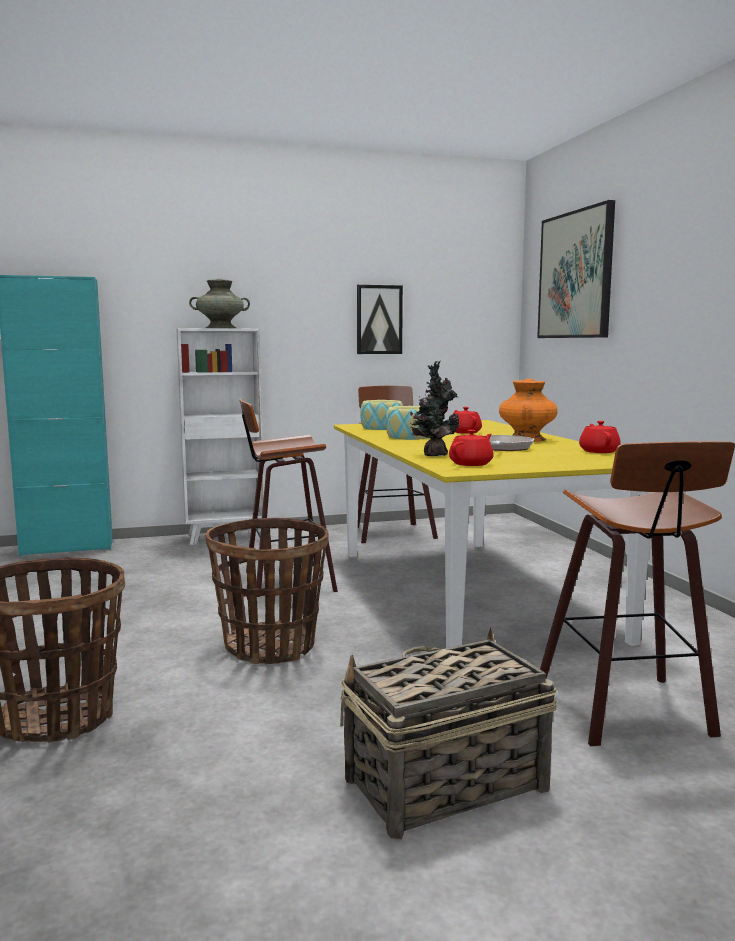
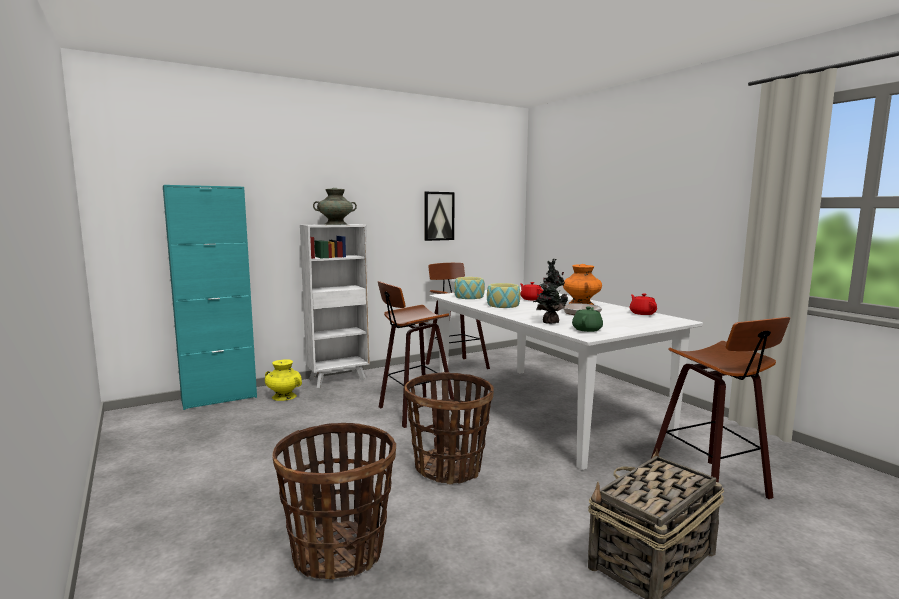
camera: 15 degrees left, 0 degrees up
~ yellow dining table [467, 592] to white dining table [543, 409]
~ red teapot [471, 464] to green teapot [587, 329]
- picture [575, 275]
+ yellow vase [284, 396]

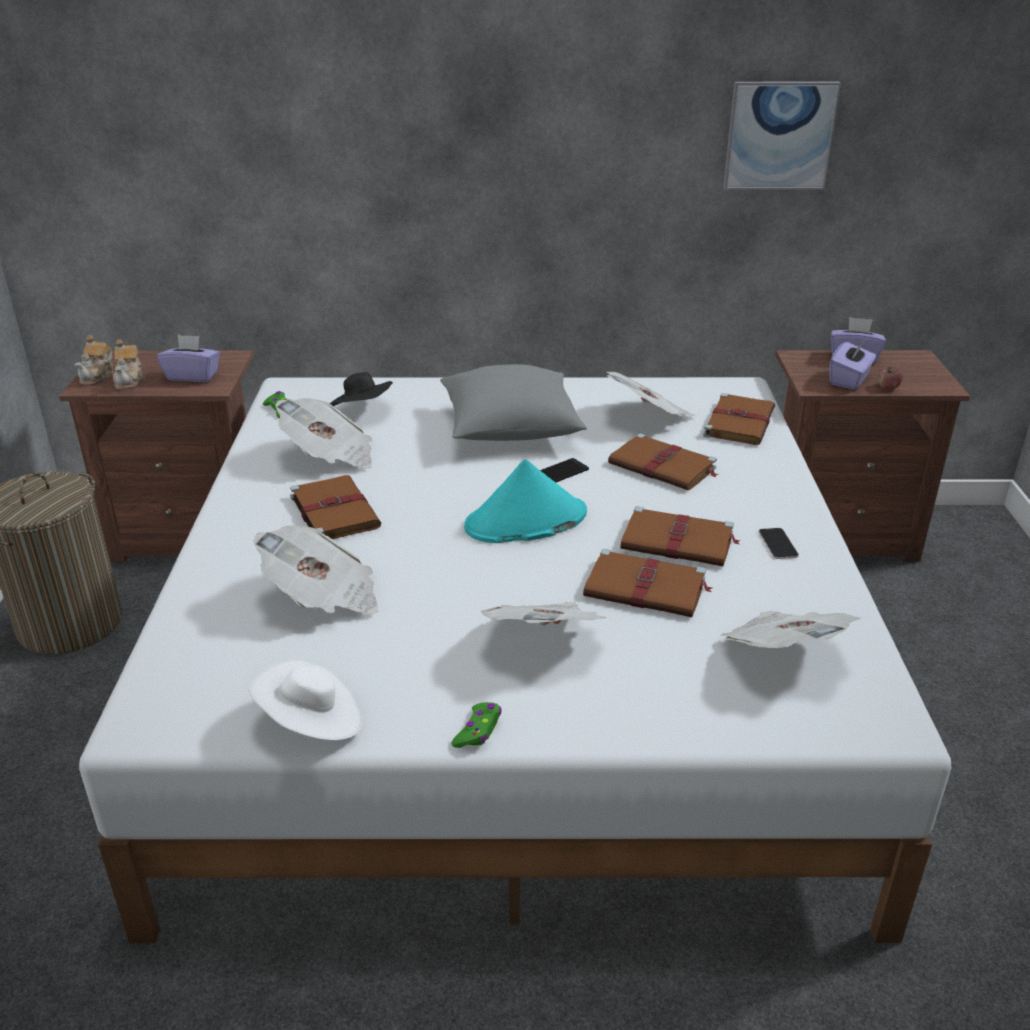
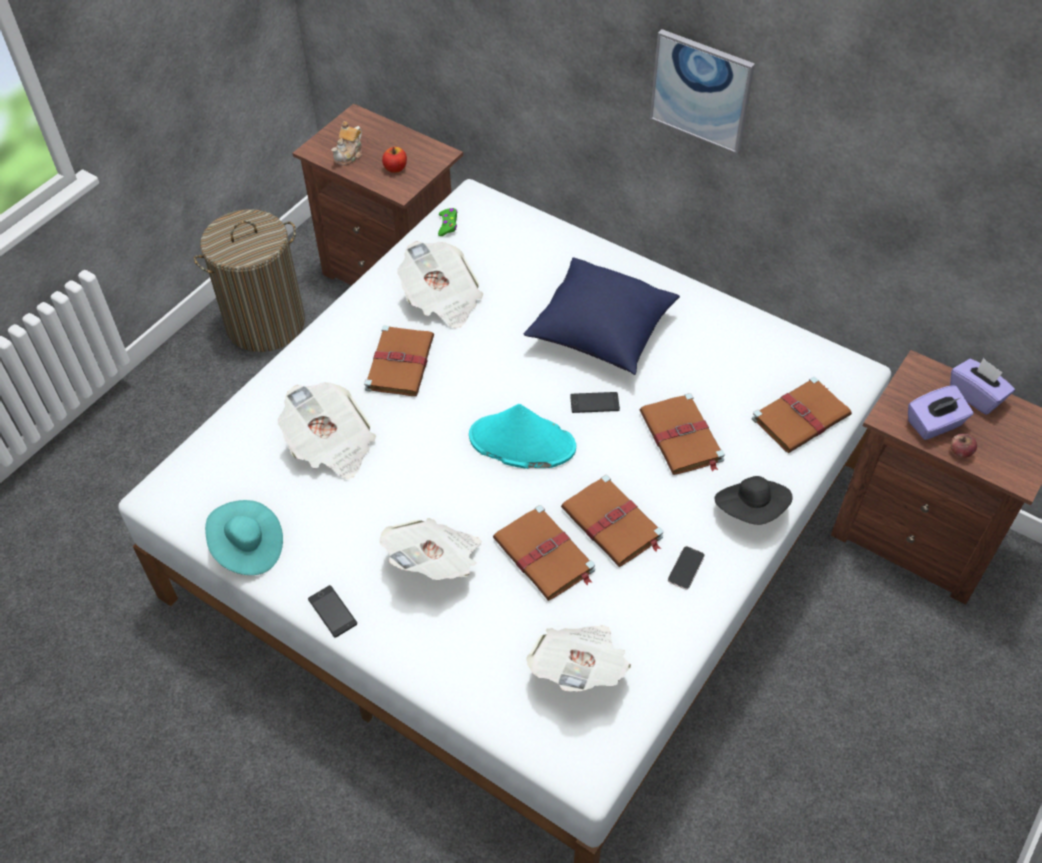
camera: 35 degrees right, 20 degrees up
- teapot [98, 377]
~ purple tissue box [193, 376] to apple [395, 168]
~ white hat [311, 723] to turquoise hat [248, 548]
~ black hat [362, 411] to [751, 510]
~ grey pillow [510, 429] to blue pillow [600, 332]
~ green game controller [478, 730] to phone [332, 611]
- newspaper [649, 417]
~ picture [779, 136] to [701, 90]

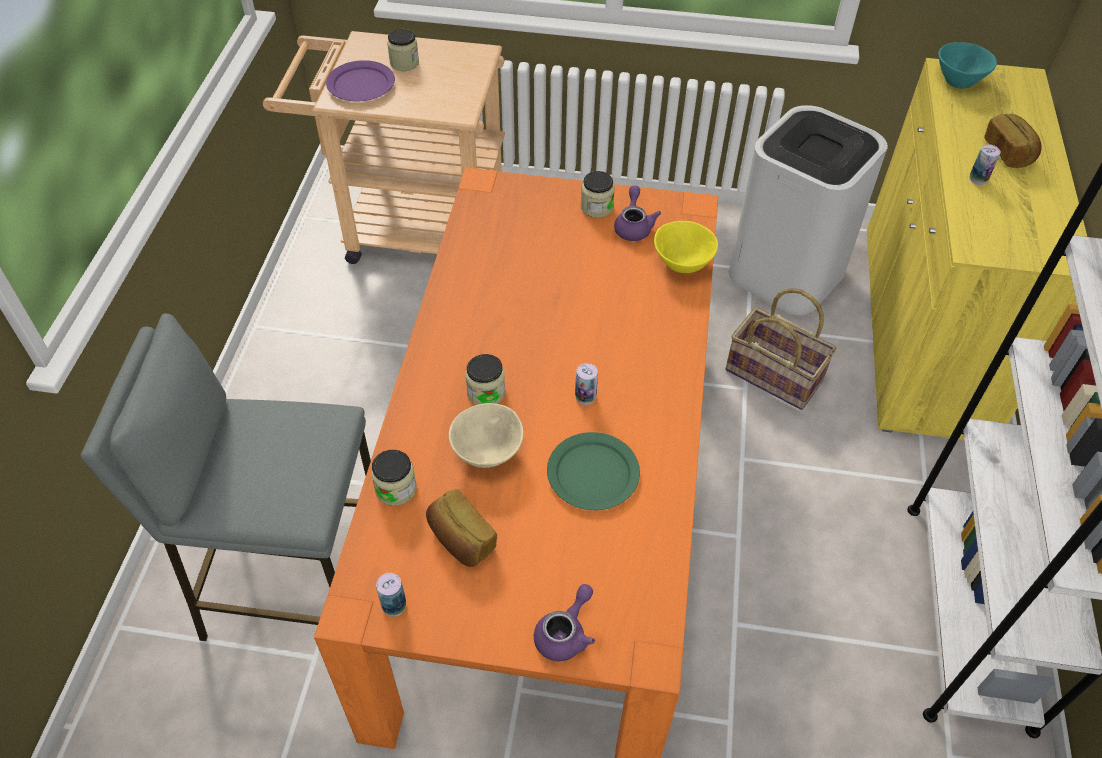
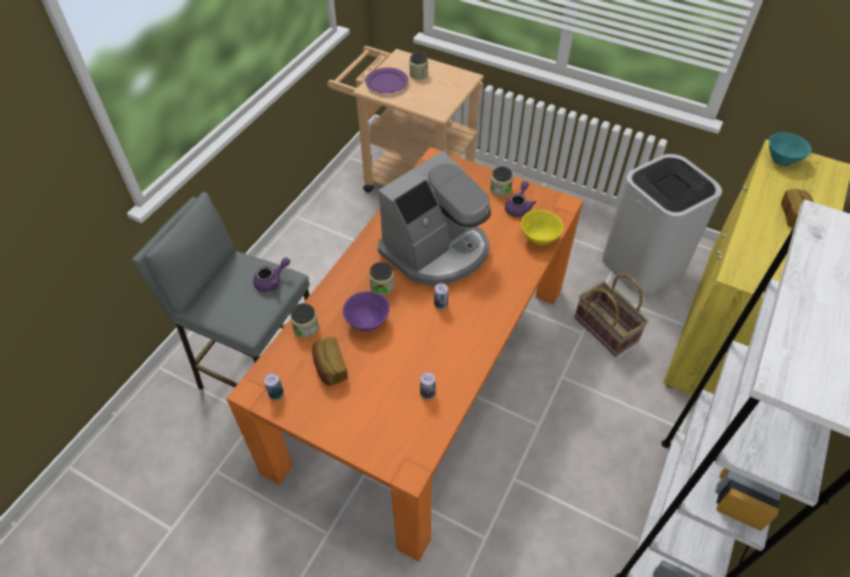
camera: 20 degrees right, 0 degrees up
~ beige bowl [485, 452] to purple bowl [366, 321]
~ purple teapot [565, 633] to [272, 281]
- green plate [593, 474]
~ can [978, 179] to [427, 393]
+ coffee machine [437, 250]

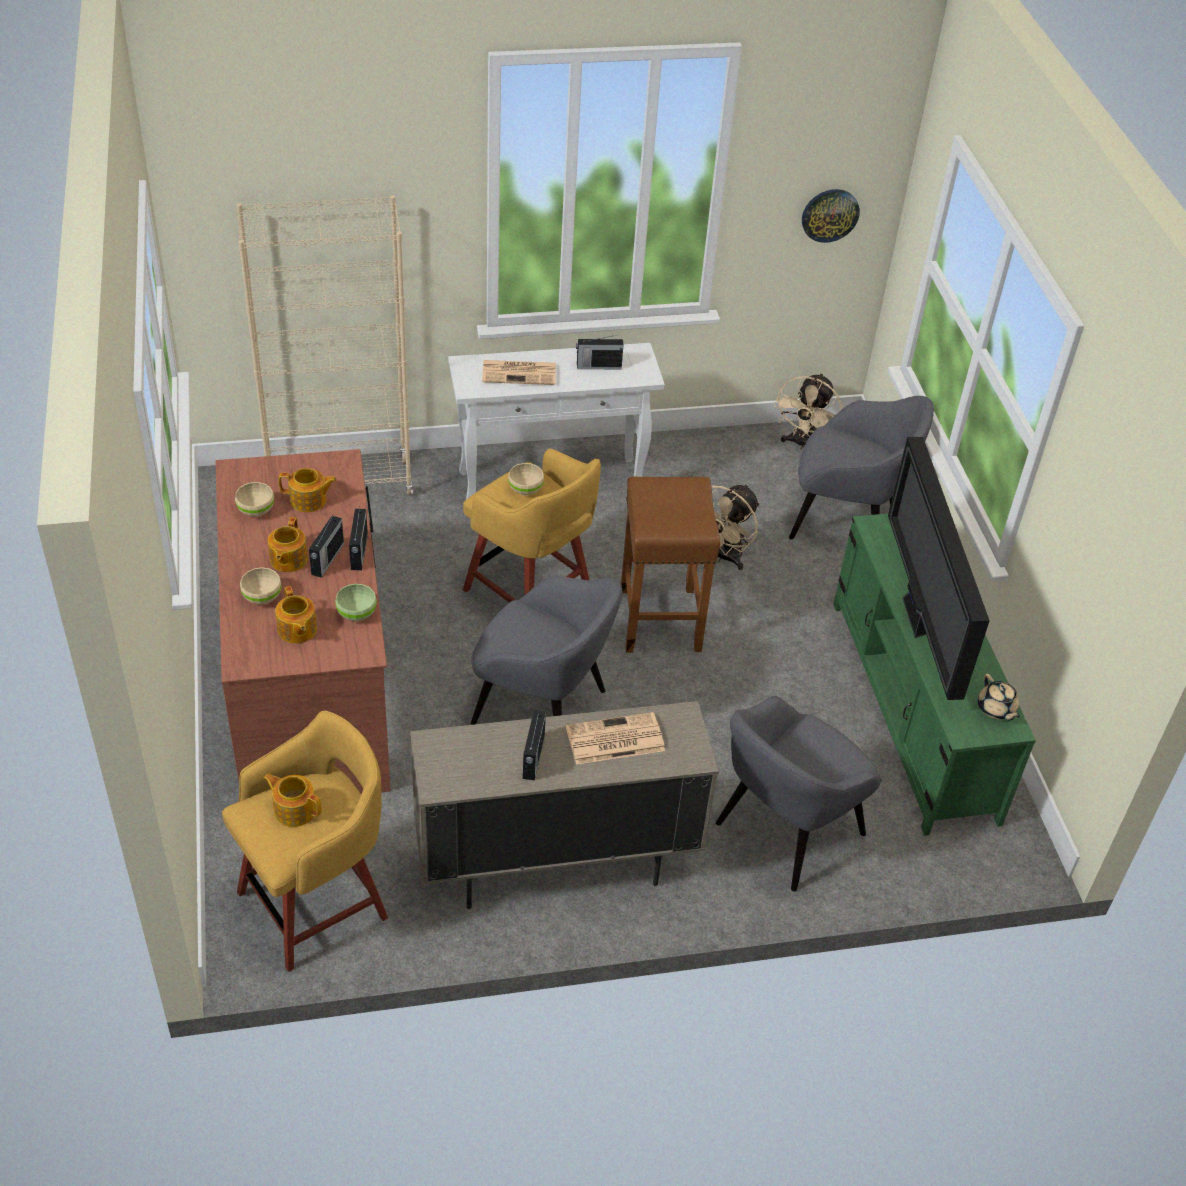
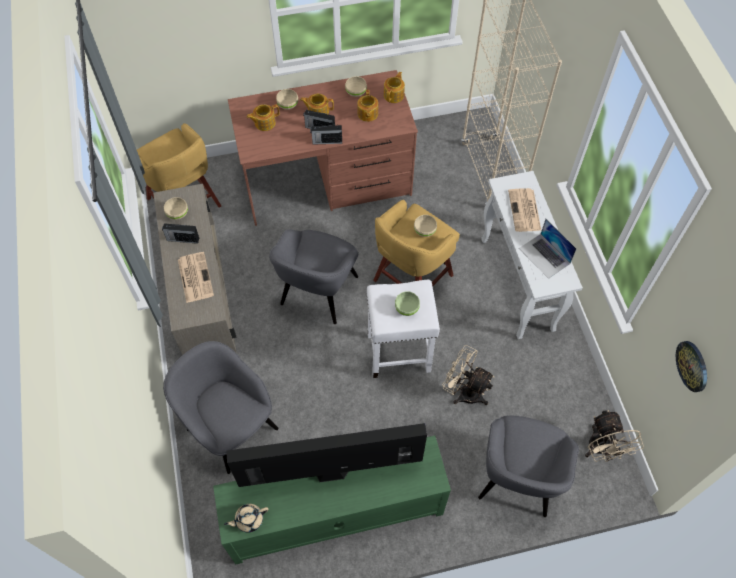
camera: 90 degrees right, 15 degrees up
~ teapot [294, 809] to [394, 95]
~ green bowl [356, 614] to [406, 308]
~ radio [598, 366] to laptop [544, 256]
~ brown stool [659, 618] to white stool [400, 353]
~ beige fan [803, 444] = [601, 450] 120 degrees counterclockwise
+ beige bowl [177, 214]

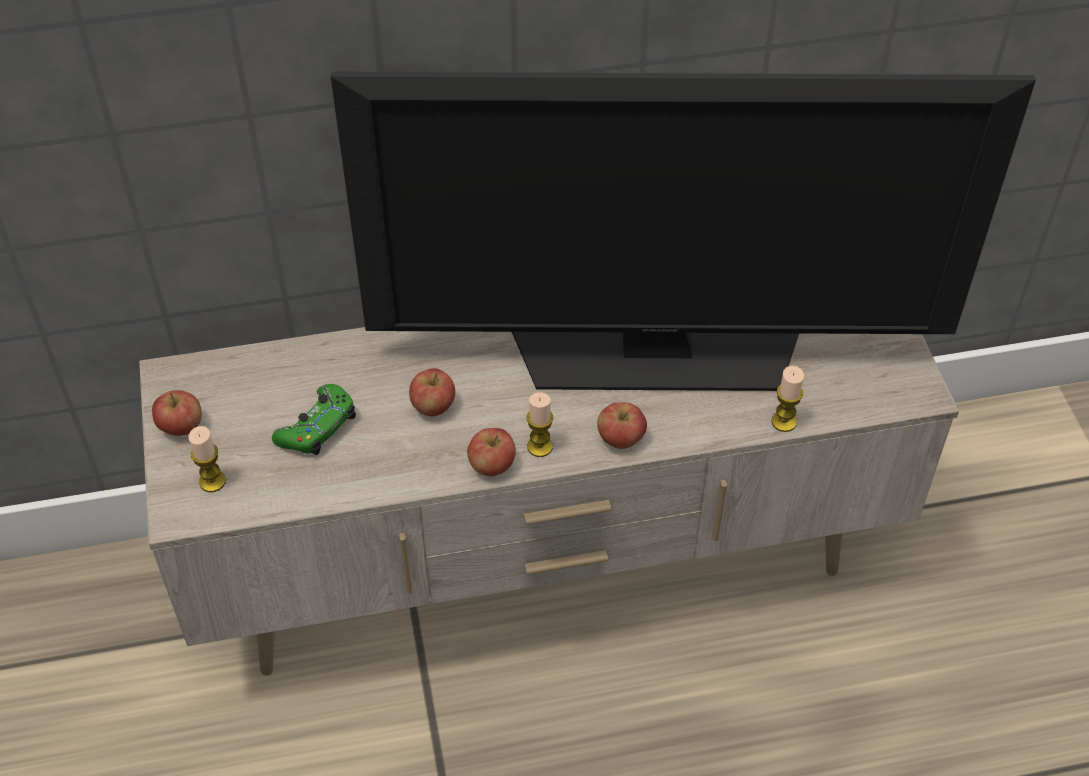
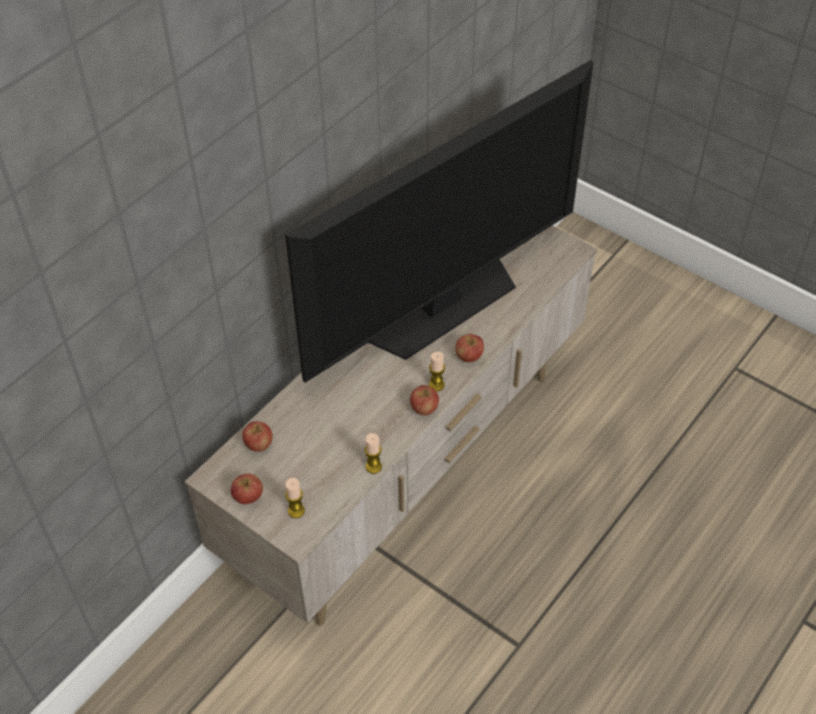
camera: 40 degrees left, 0 degrees up
- green game controller [317, 427]
~ apple [433, 406] to [259, 445]
~ candle [784, 422] to [373, 466]

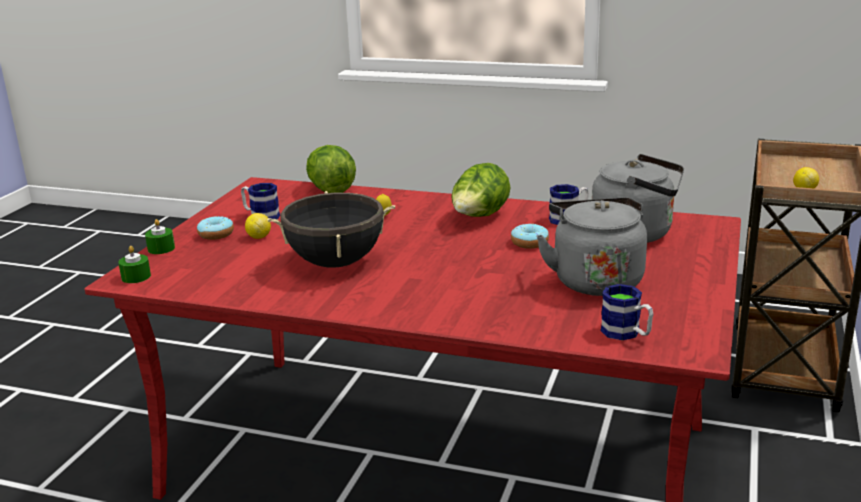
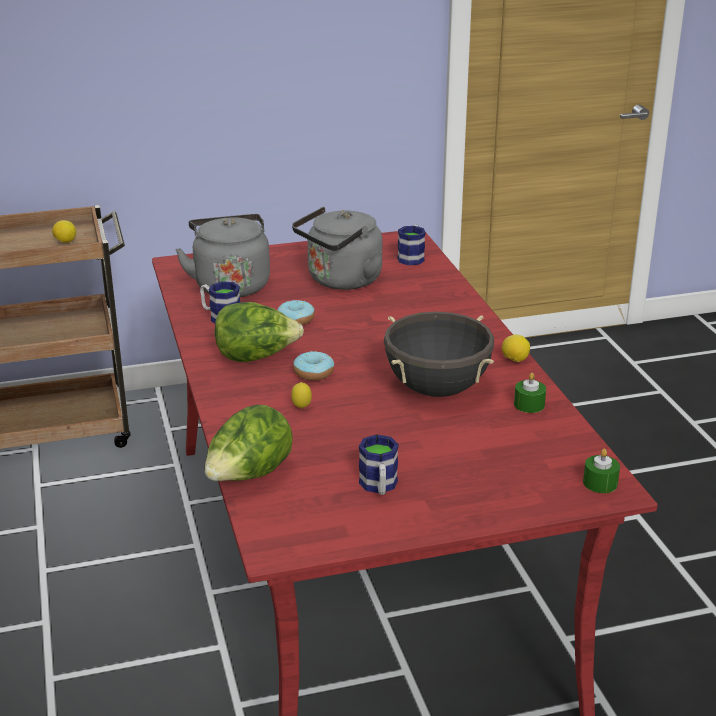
camera: 125 degrees left, 5 degrees up
~ green candle [161, 248] to [529, 404]
~ donut [216, 234] to [313, 373]
~ lemon [259, 237] to [514, 360]

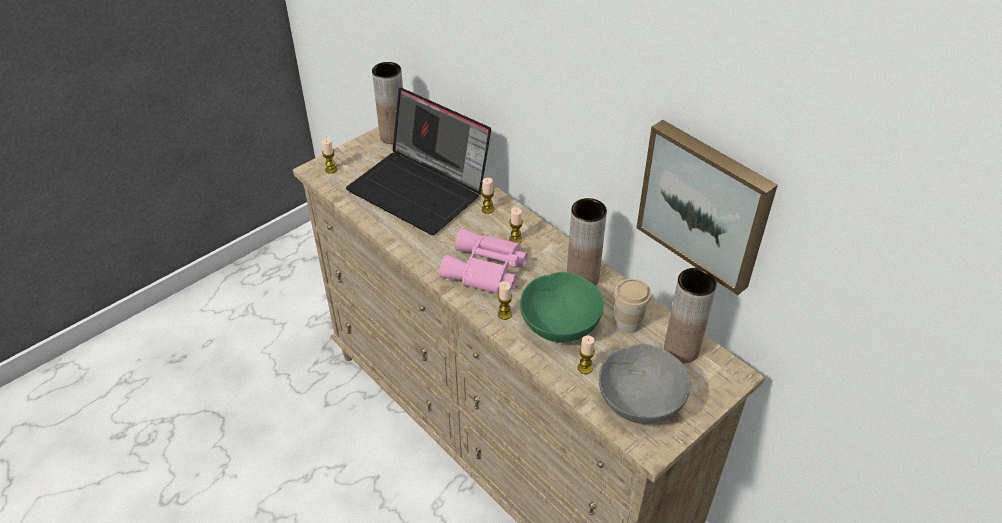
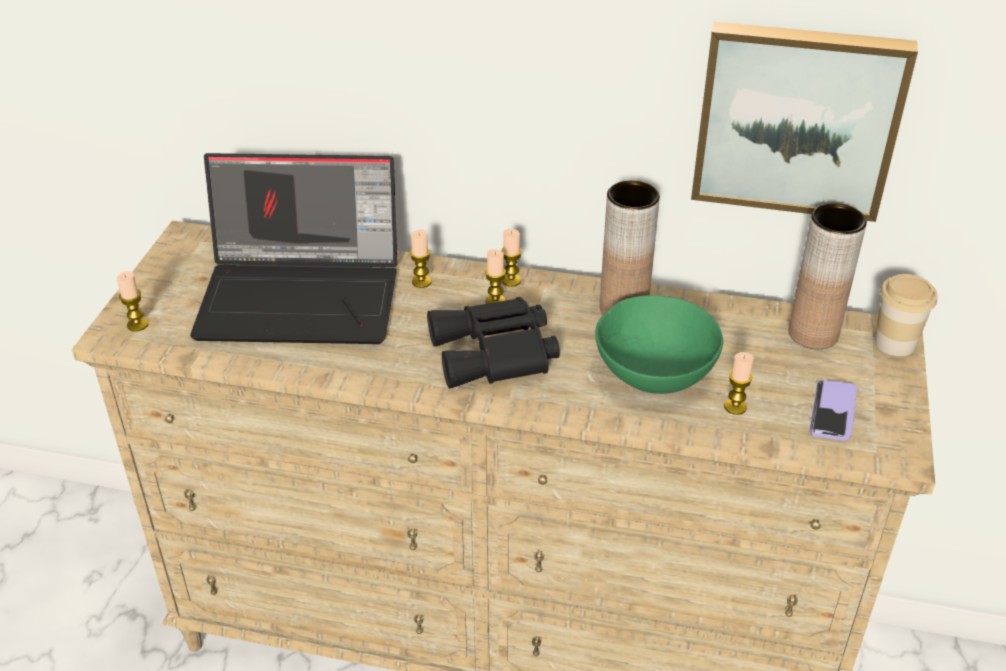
camera: 35 degrees left, 5 degrees down
- brown vase [393, 136]
~ pink binoculars [485, 270] to black binoculars [496, 354]
~ candle [504, 314] to [511, 280]
~ grey bowl [639, 402] to phone [832, 412]
~ cup [628, 322] to [894, 343]

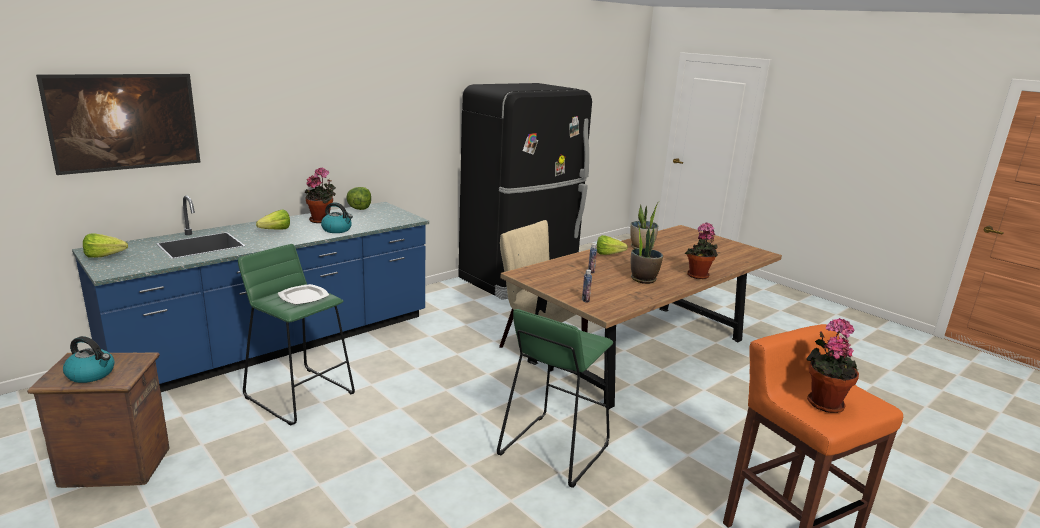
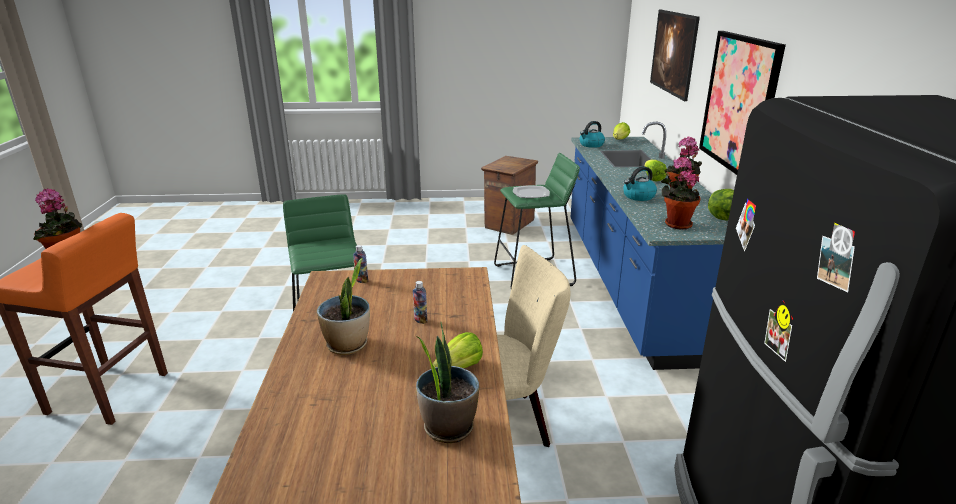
camera: 130 degrees right, 5 degrees up
~ kettle [92, 374] to [591, 145]
~ potted plant [698, 276] to [675, 224]
+ picture [739, 103]

